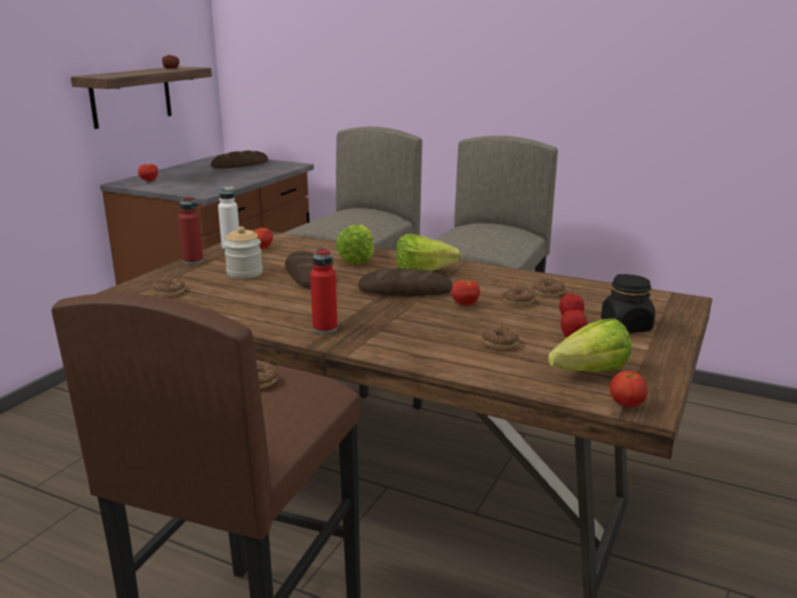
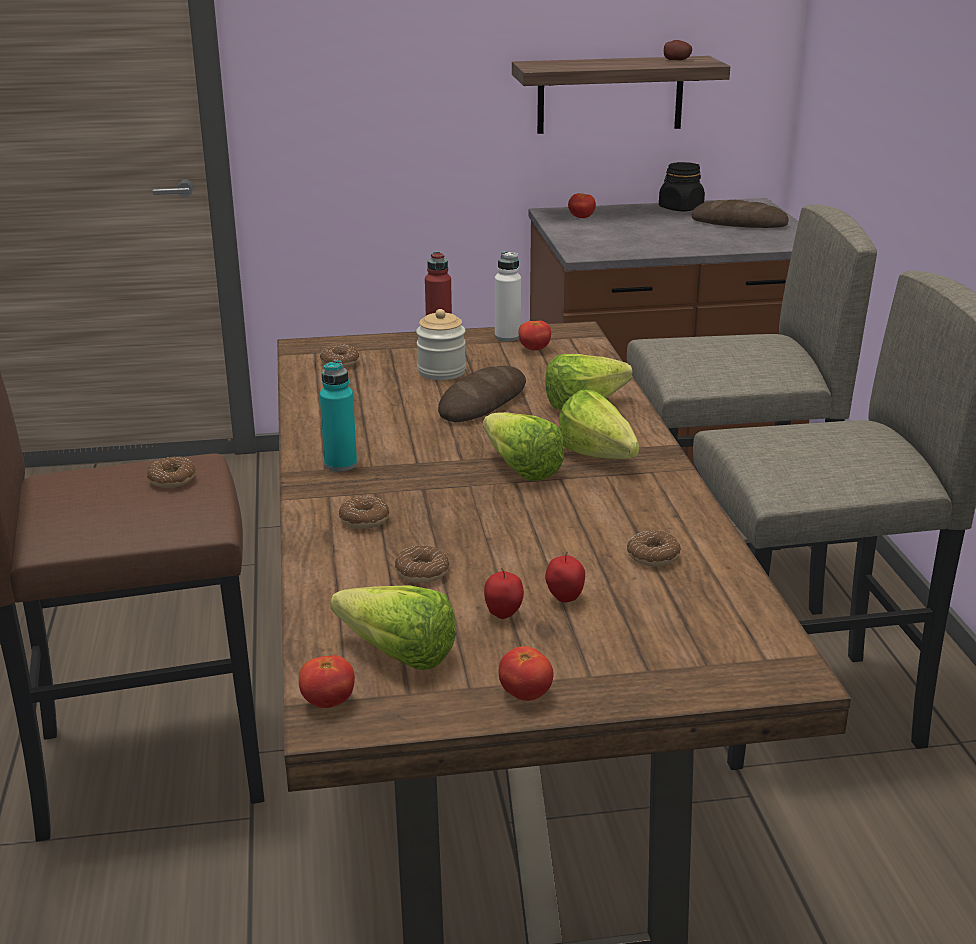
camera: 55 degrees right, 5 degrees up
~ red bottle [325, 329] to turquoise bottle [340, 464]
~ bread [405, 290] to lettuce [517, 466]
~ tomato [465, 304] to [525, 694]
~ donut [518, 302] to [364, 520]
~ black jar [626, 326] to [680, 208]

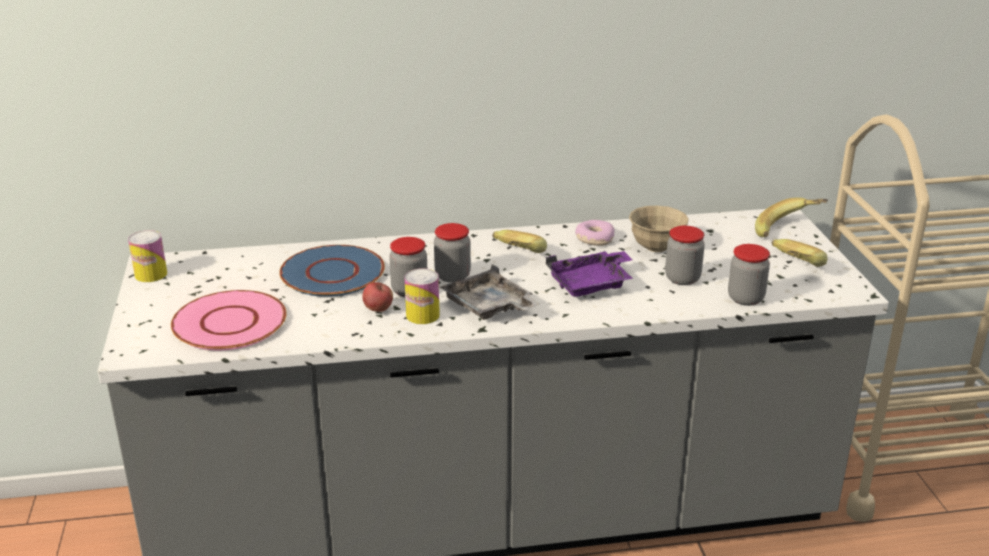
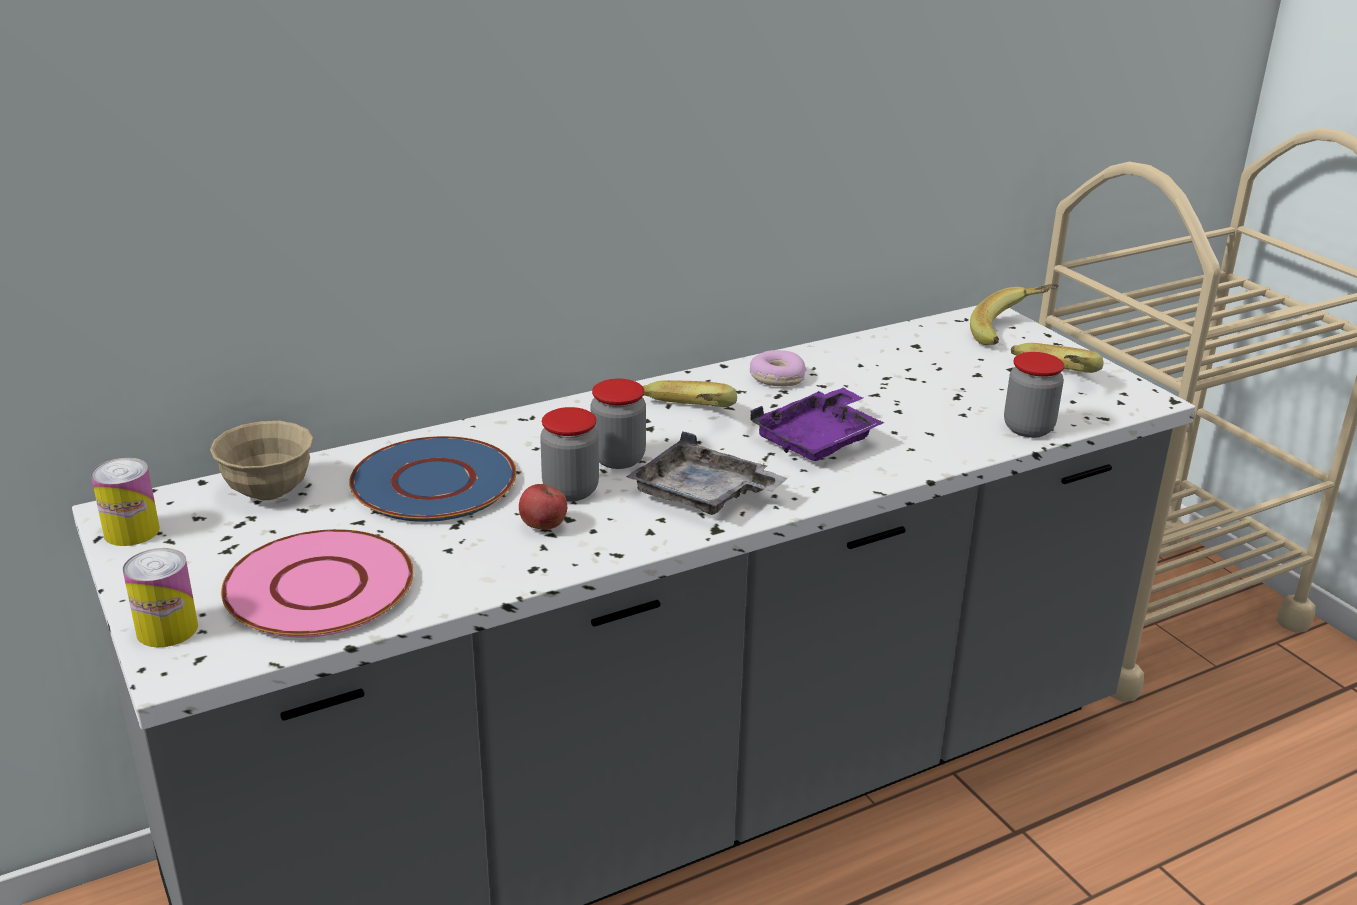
camera: 20 degrees left, 0 degrees up
~ can [422, 315] to [167, 629]
~ beige bowl [656, 247] to [269, 491]
- jar [682, 279]

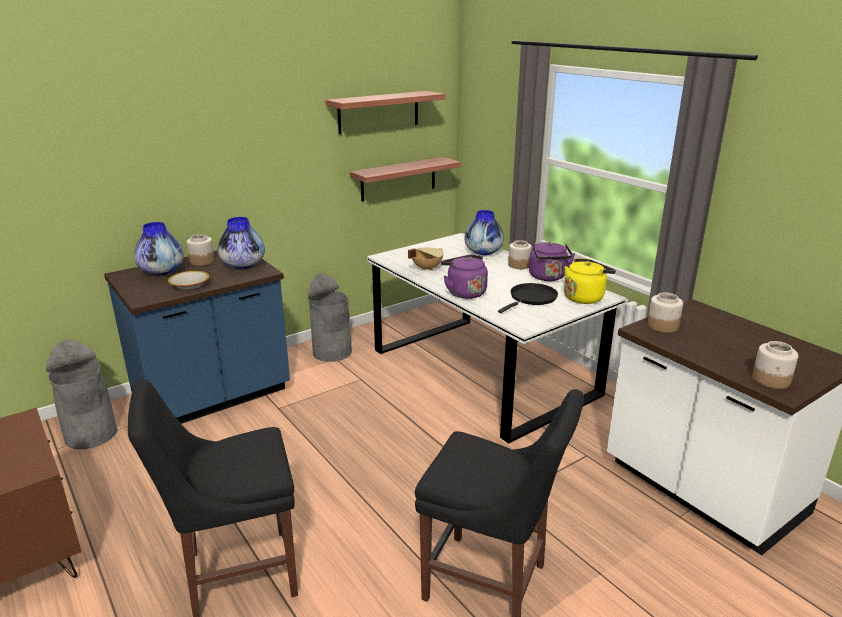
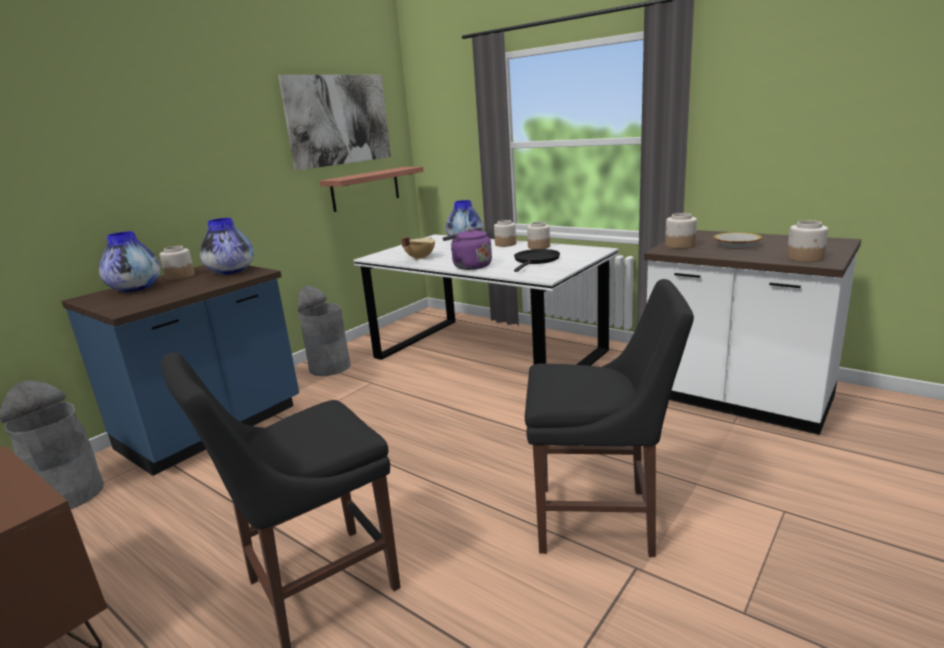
camera: 15 degrees left, 5 degrees down
~ bowl [189, 285] to [736, 246]
~ shelf [378, 112] to picture [339, 120]
~ purple kettle [548, 277] to jar [539, 247]
- yellow kettle [585, 297]

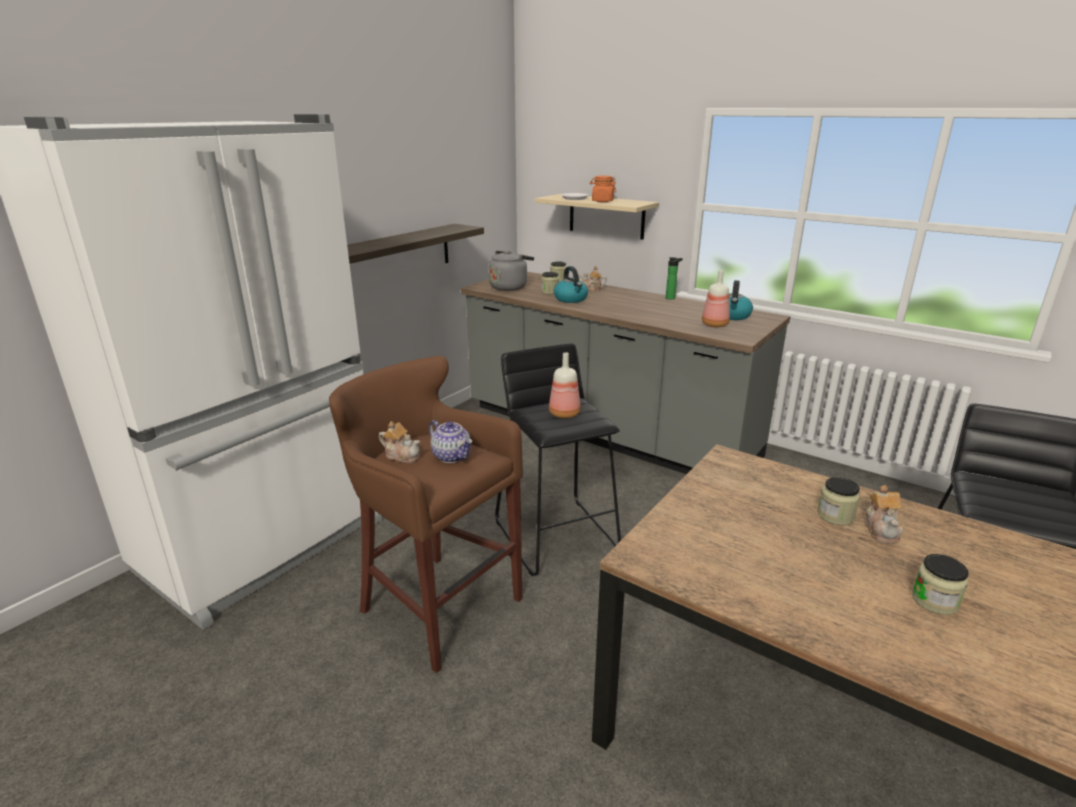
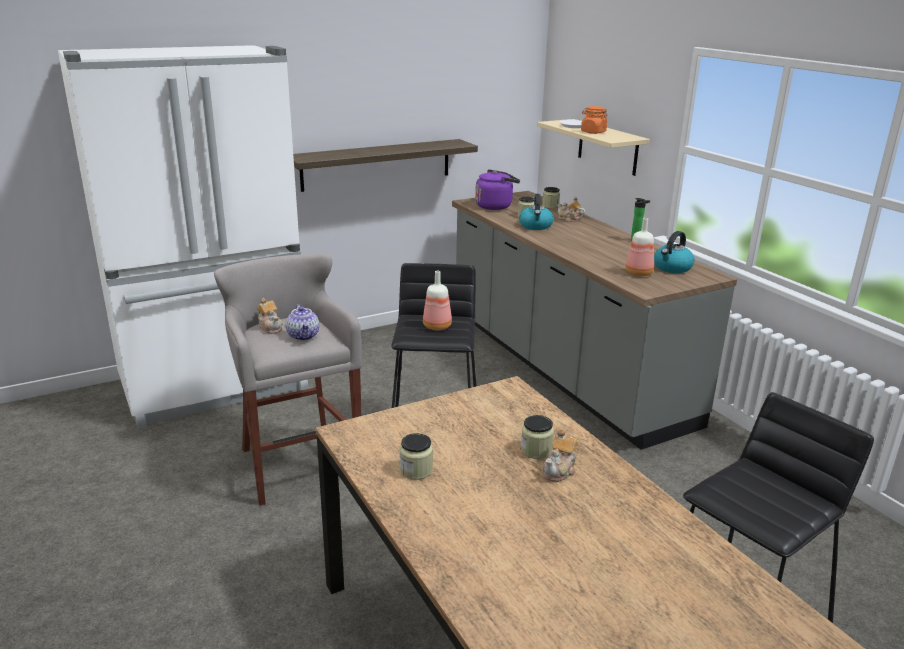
camera: 25 degrees right, 0 degrees up
~ brown stool [437, 605] to grey stool [297, 462]
~ grey kettle [509, 287] to purple kettle [495, 206]
~ jar [934, 601] to [416, 470]

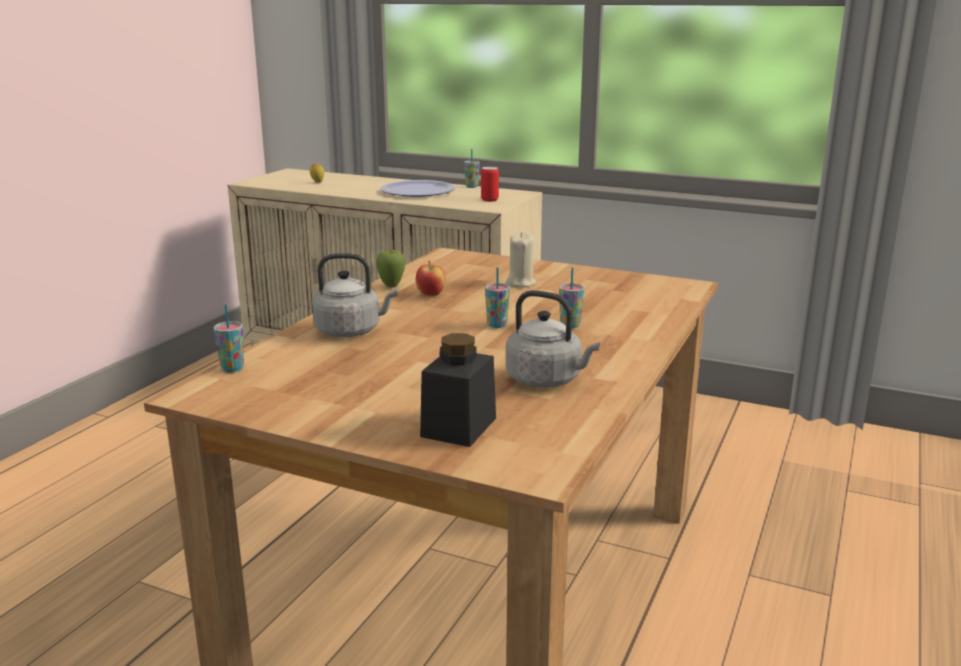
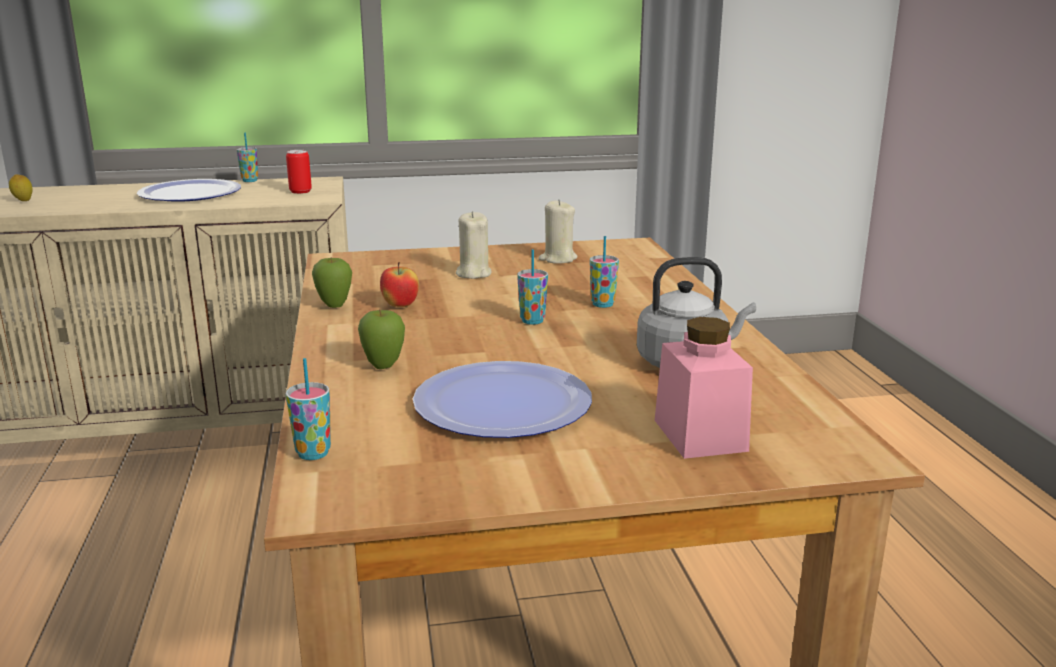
camera: 35 degrees left, 0 degrees up
~ grey kettle [351, 331] to apple [383, 367]
~ black jar [458, 427] to pink jar [700, 435]
+ plate [503, 403]
+ beige candle [557, 259]

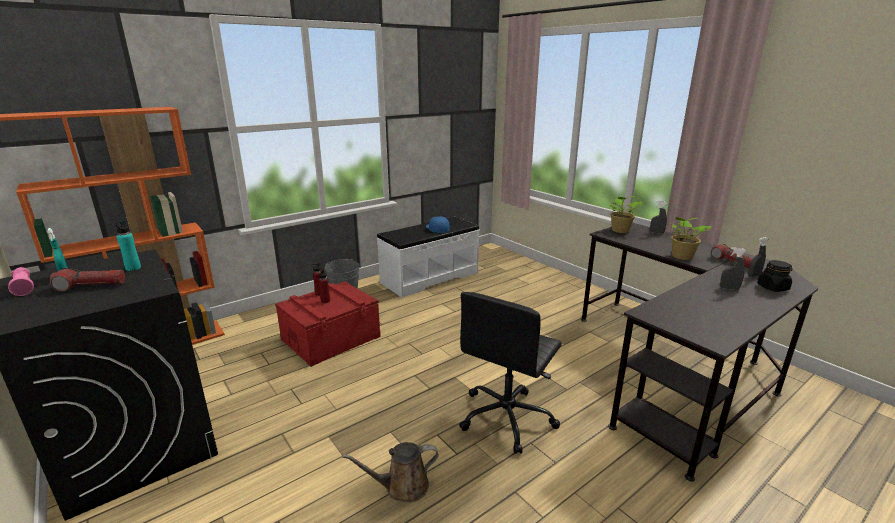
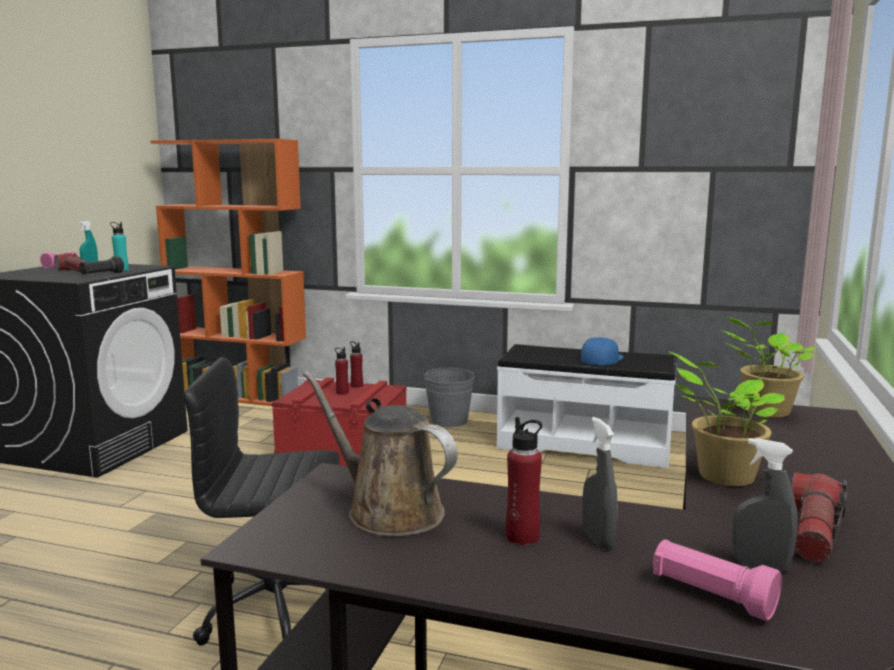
camera: 55 degrees right, 10 degrees down
~ brown watering can [402, 486] to [388, 511]
- grey spray bottle [656, 233]
~ black jar [772, 287] to pink flashlight [711, 596]
+ black flashlight [101, 274]
+ red bottle [522, 537]

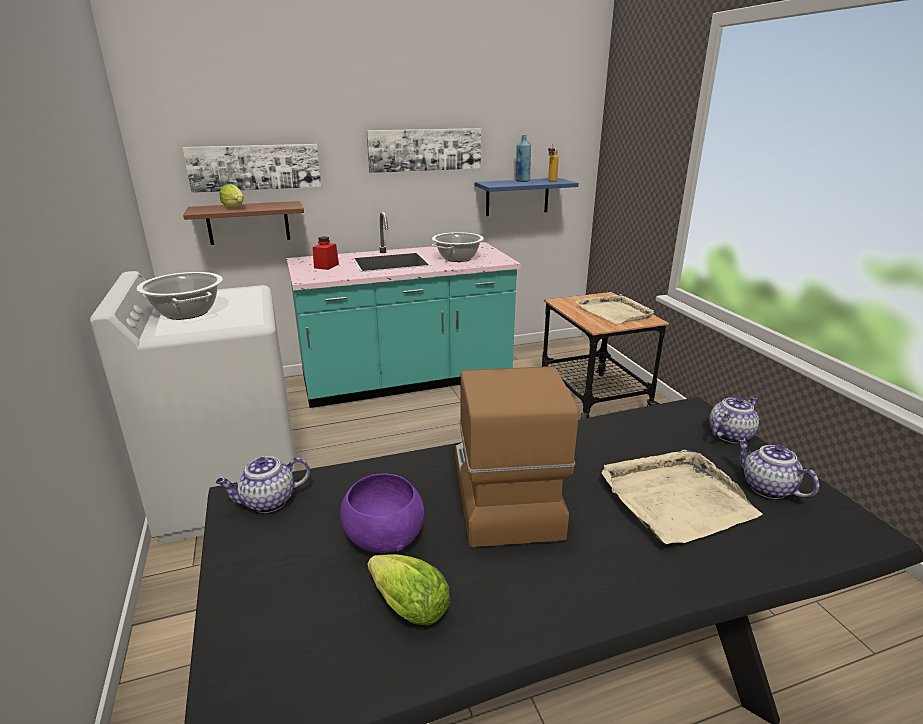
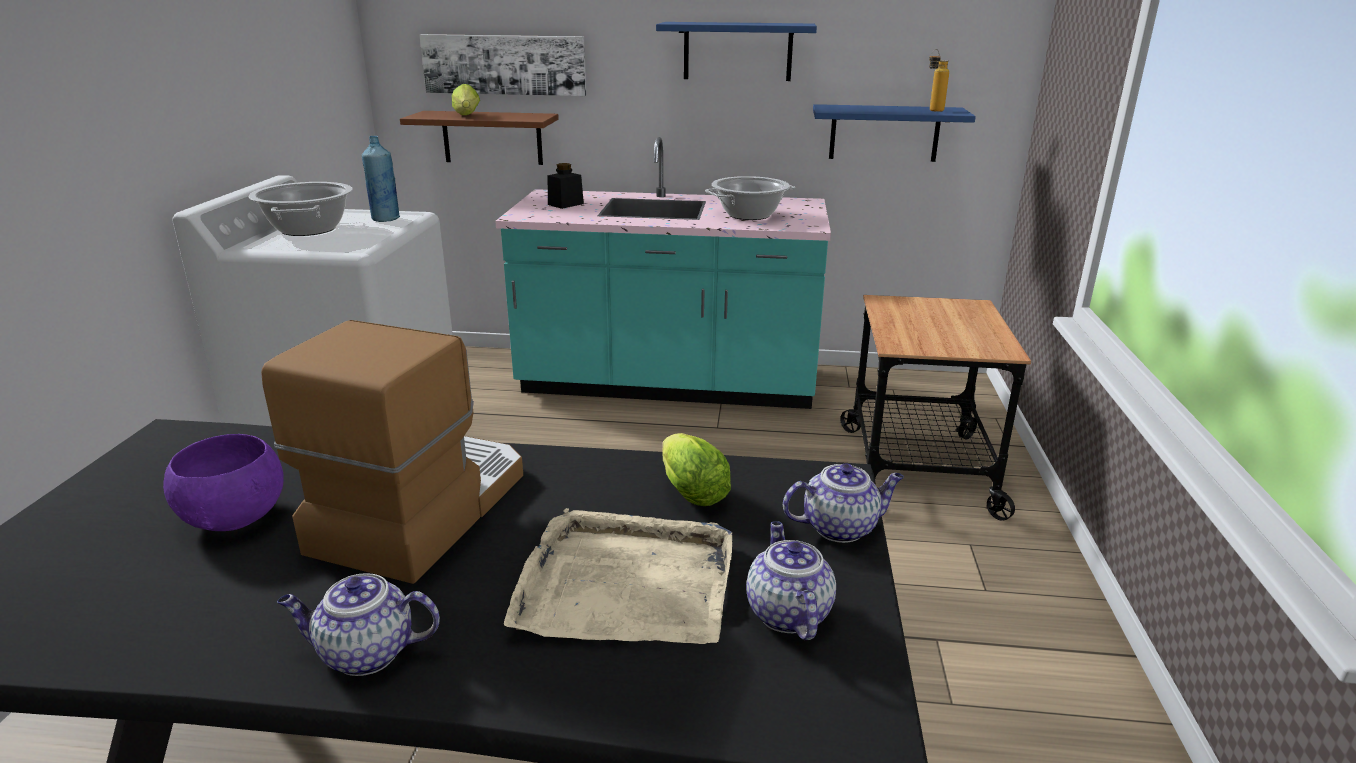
camera: 25 degrees right, 0 degrees up
~ teapot [267, 502] to [364, 654]
~ red jar [326, 266] to black jar [565, 204]
~ picture [425, 149] to blue shelf [737, 51]
~ lettuce [405, 605] to [689, 490]
~ blue bottle [522, 181] to [385, 219]
- beige tray [615, 312]

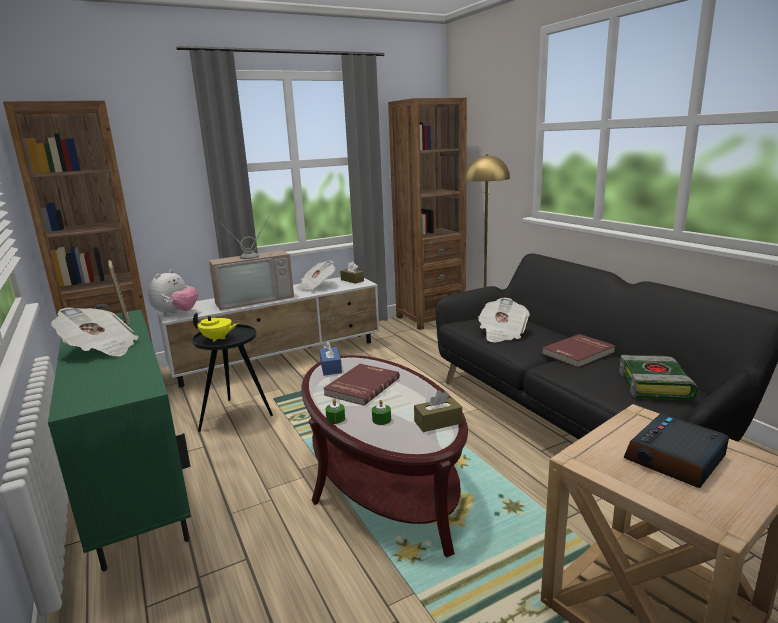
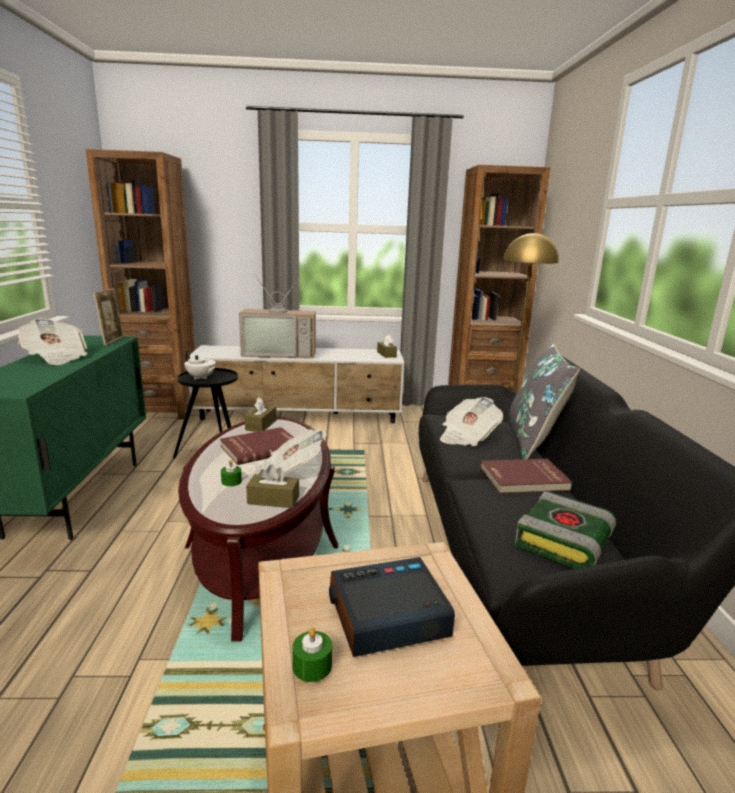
camera: 25 degrees right, 0 degrees up
- plush toy [176, 314]
~ yellow teapot [217, 339] to white teapot [201, 378]
~ newspaper [316, 287] to [287, 473]
~ blue tissue box [330, 367] to brown tissue box [261, 425]
~ green candle [335, 419] to [312, 666]
+ grey pillow [533, 441]

